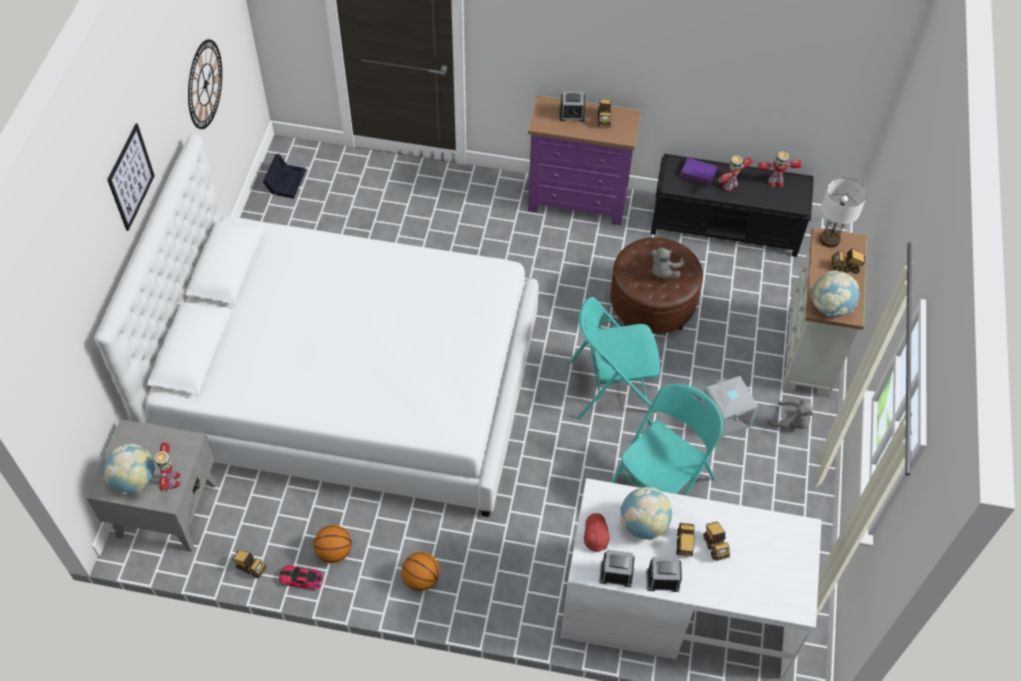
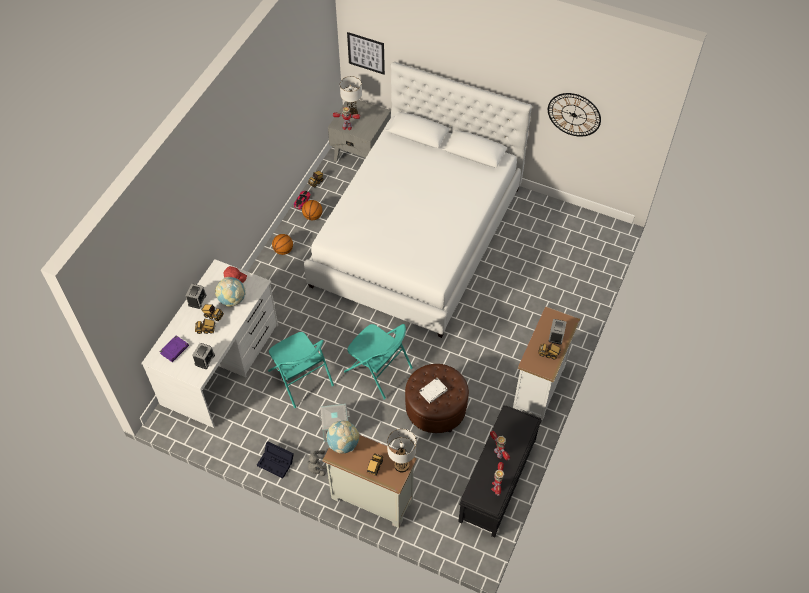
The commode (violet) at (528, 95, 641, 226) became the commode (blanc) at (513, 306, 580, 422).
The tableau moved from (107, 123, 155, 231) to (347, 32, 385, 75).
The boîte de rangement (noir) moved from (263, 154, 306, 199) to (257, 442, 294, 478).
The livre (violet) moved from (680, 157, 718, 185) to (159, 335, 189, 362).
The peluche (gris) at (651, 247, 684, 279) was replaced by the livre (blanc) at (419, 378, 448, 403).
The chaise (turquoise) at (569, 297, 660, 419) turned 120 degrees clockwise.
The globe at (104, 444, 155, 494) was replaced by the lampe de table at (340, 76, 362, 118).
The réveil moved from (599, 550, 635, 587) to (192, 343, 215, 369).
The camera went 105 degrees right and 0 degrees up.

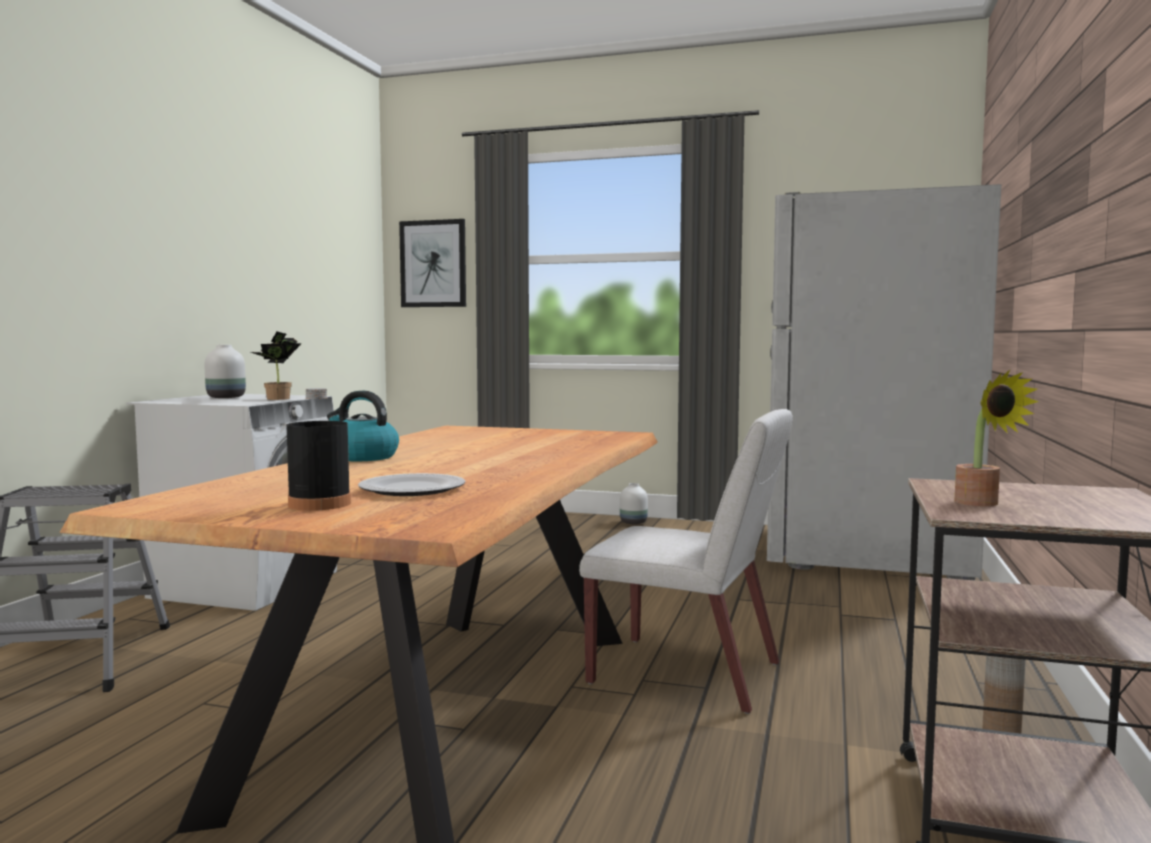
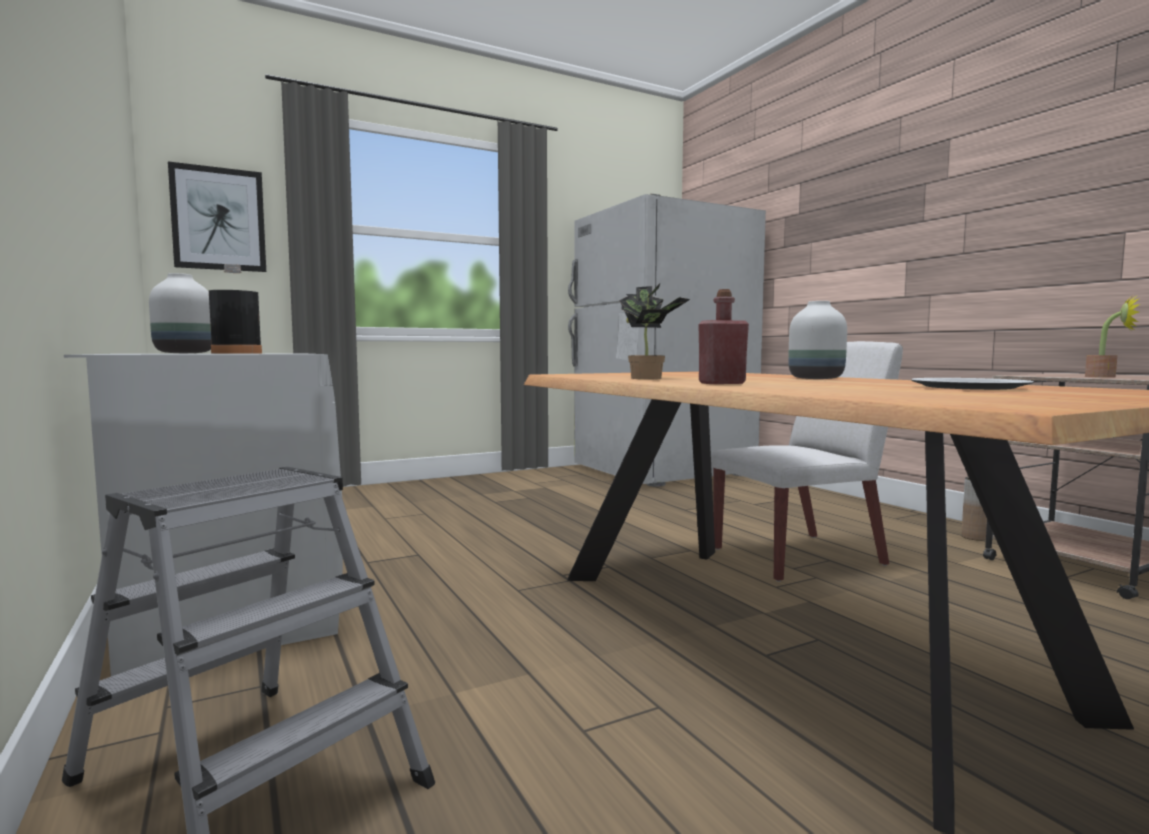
The plante en pot moved from (251, 332, 302, 400) to (619, 282, 690, 379).
The bouteille (noir) moved from (286, 388, 351, 511) to (209, 264, 262, 354).
The bouilloire at (327, 391, 399, 461) was replaced by the bouteille (rouge) at (698, 289, 749, 384).
The vase (blanc) moved from (620, 483, 648, 524) to (788, 301, 847, 379).
The camera went 45 degrees left and 0 degrees up.

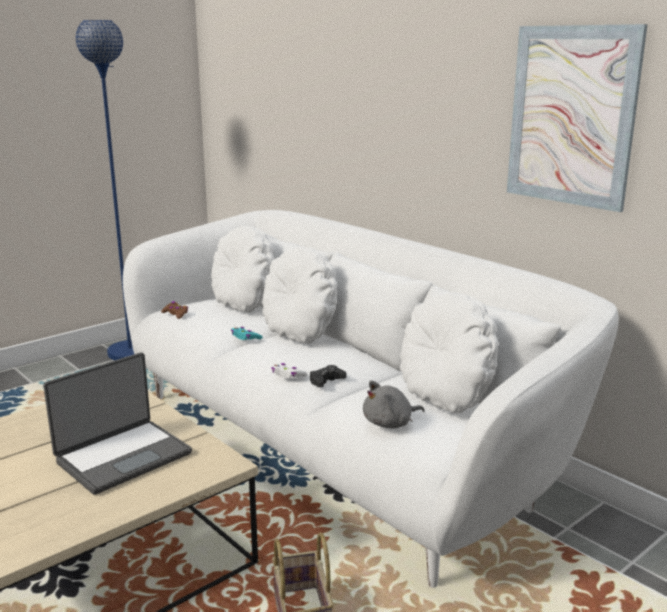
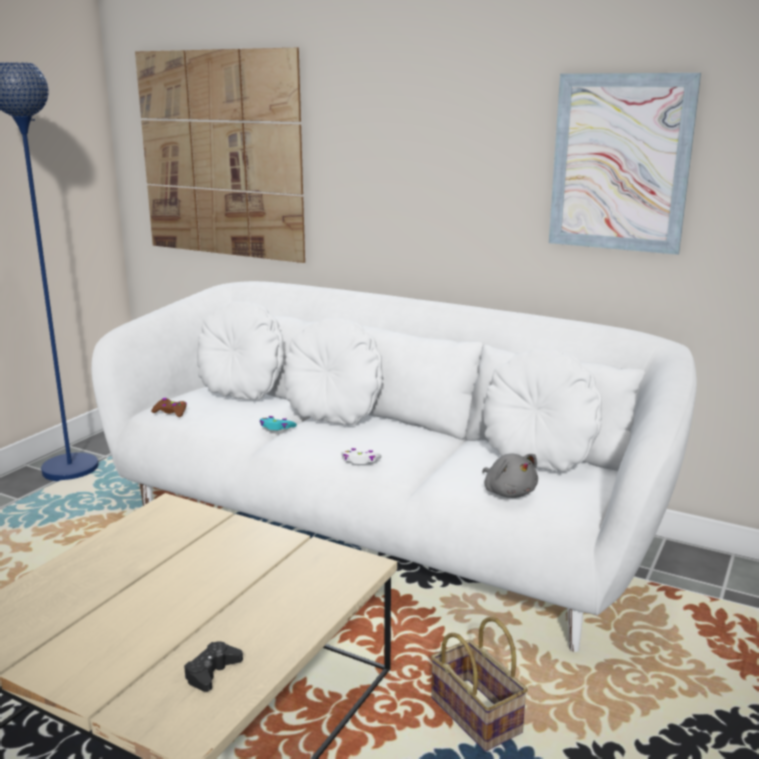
The ordinateur portable at (43, 352, 192, 495) disappeared.
The manette (noir) moved from (310, 365, 346, 387) to (184, 641, 243, 692).
The peluche (gris) at (363, 380, 425, 428) turned 75 degrees counterclockwise.
The tableau at (135, 48, 305, 263) appeared.
The camera went 20 degrees left and 0 degrees up.

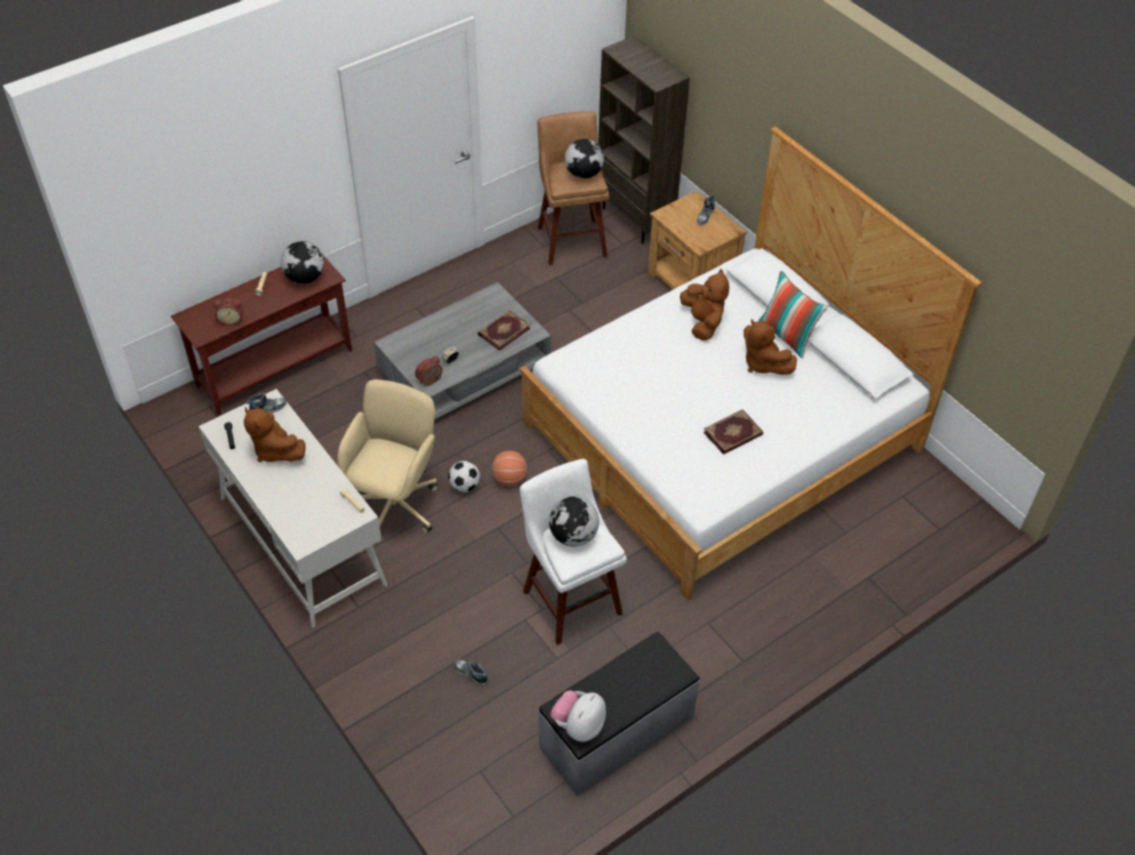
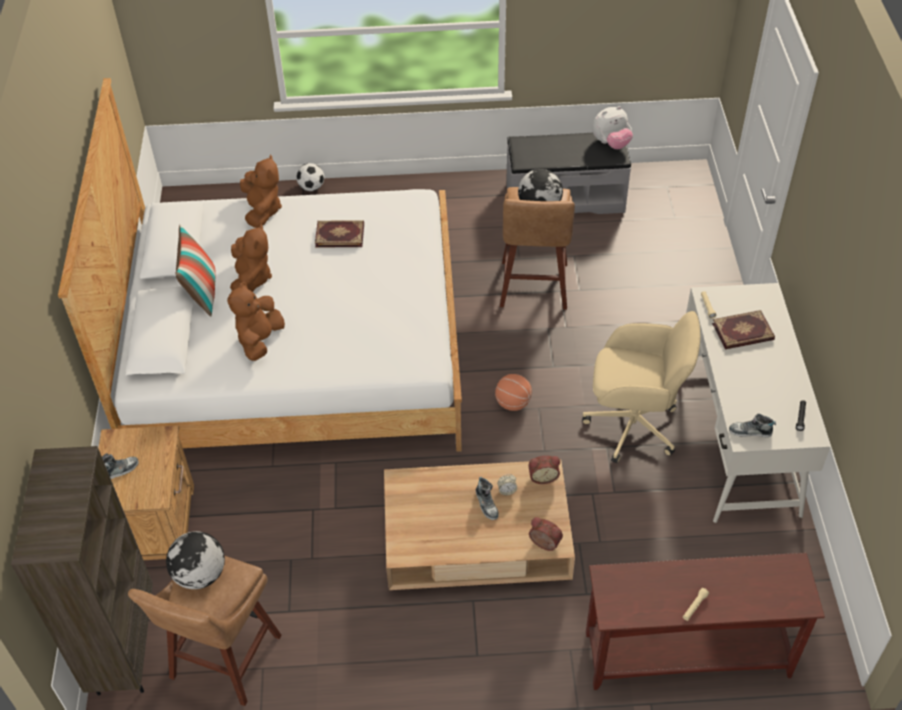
The globe at (281, 241, 324, 284) disappeared.
The table basse (gris) at (374, 282, 551, 419) became the table basse (marron) at (384, 460, 575, 590).
The réveil moved from (213, 298, 243, 325) to (529, 517, 563, 551).
The livre moved from (478, 310, 530, 351) to (712, 310, 775, 349).
The chaise de bureau (beige) at (337, 379, 438, 544) turned 135 degrees counterclockwise.
The peluche (marron) moved from (244, 407, 305, 462) to (240, 154, 282, 228).
The tabouret (blanc) at (520, 459, 627, 645) became the tabouret (marron) at (500, 187, 575, 310).
The ballon de foot moved from (448, 461, 480, 492) to (296, 163, 324, 191).
The chaussure moved from (454, 660, 488, 686) to (476, 477, 499, 520).
The camera went 145 degrees left and 0 degrees up.

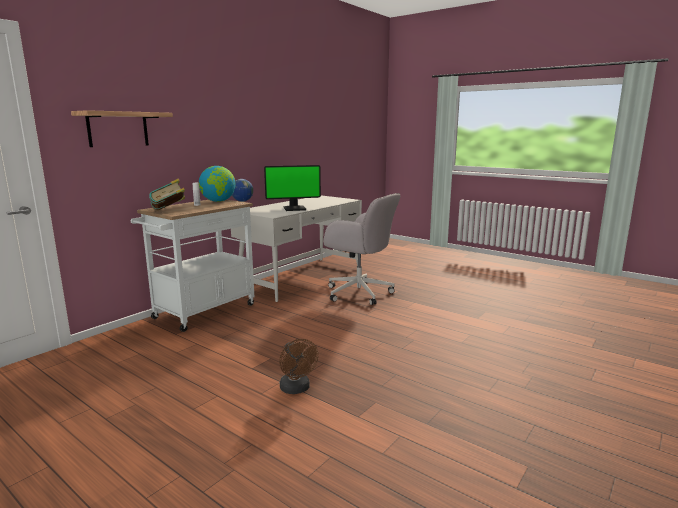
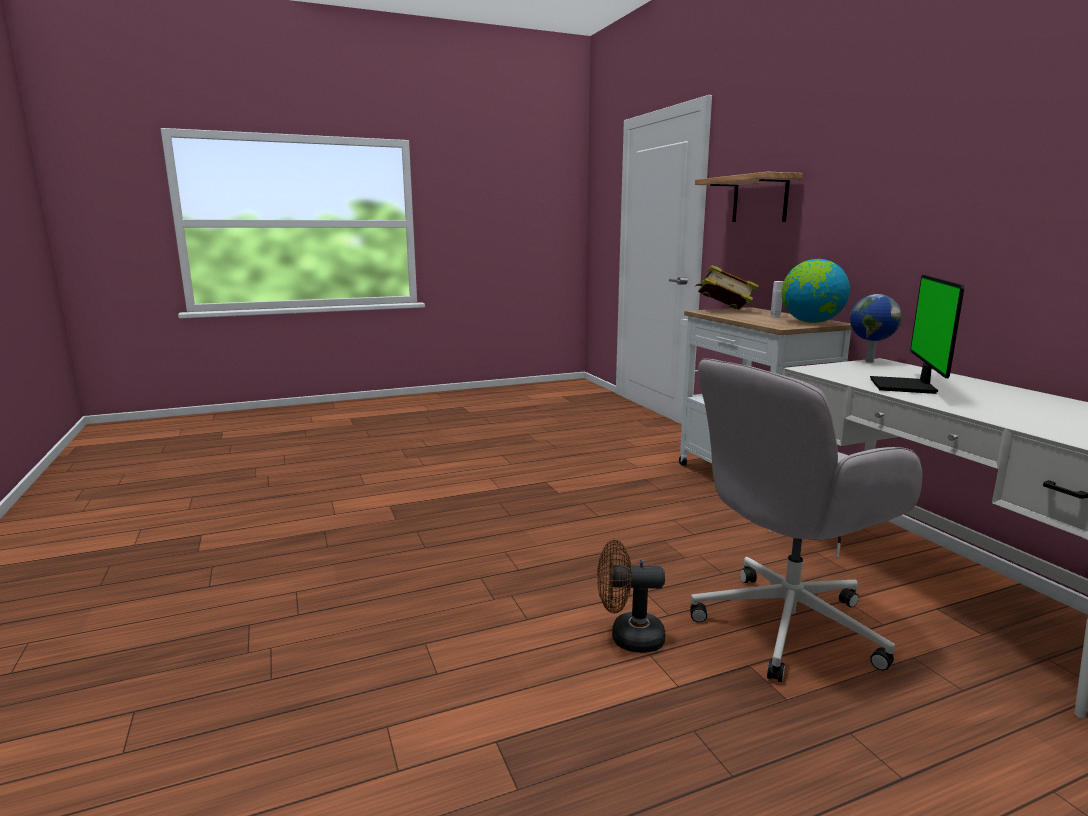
The ventilateur (marron) moved from (279, 339, 319, 394) to (597, 540, 665, 653).
The camera went 120 degrees right and 0 degrees up.

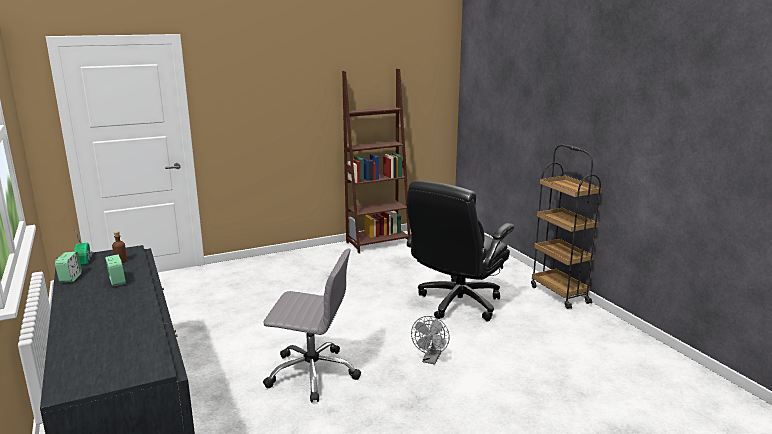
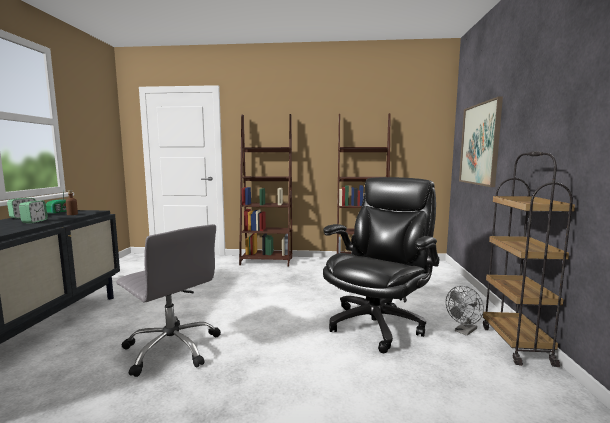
The chaise de bureau (noir) at (407, 180, 514, 322) turned 150 degrees clockwise.
The ventilateur (gris) moved from (411, 316, 450, 365) to (446, 286, 484, 336).
The tableau at (459, 97, 503, 187) appeared.
The bibliothèque (marron) at (239, 114, 292, 266) appeared.
The camera went 30 degrees right and 10 degrees down.

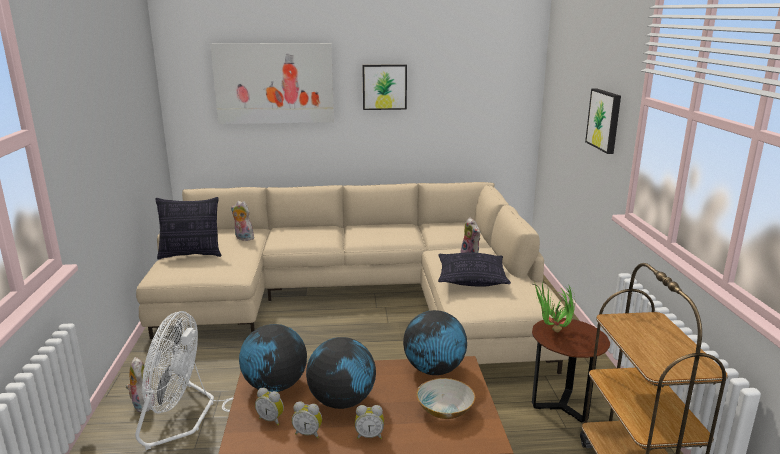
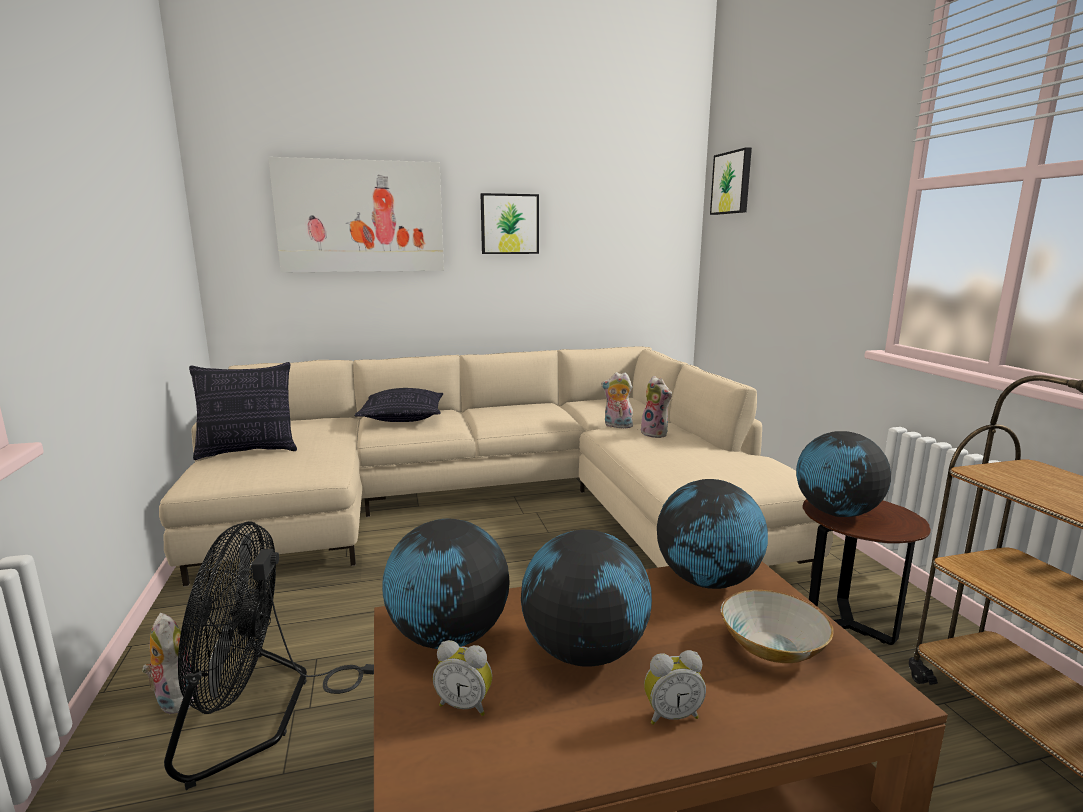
The tableau moved from (585, 88, 621, 154) to (710, 147, 752, 215).
The peluche moved from (231, 201, 254, 241) to (601, 372, 633, 428).
The coussin moved from (438, 252, 511, 287) to (355, 388, 443, 422).
The plante en pot at (532, 280, 575, 332) was replaced by the globe at (796, 431, 891, 517).
The ventilateur (blanc) at (135, 311, 234, 450) became the ventilateur (noir) at (164, 521, 374, 790).
The réveil at (292, 401, 322, 438) disappeared.
The camera went 10 degrees left and 5 degrees down.

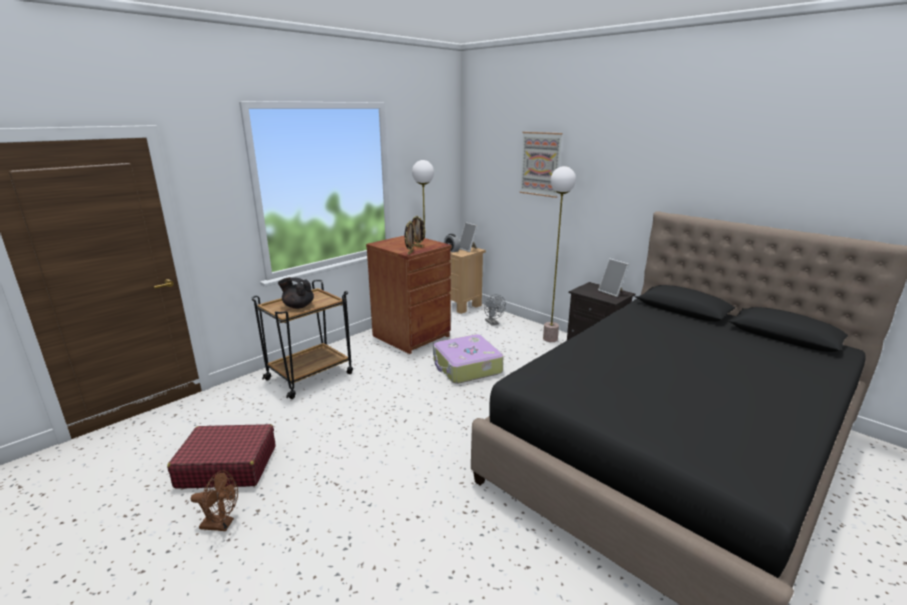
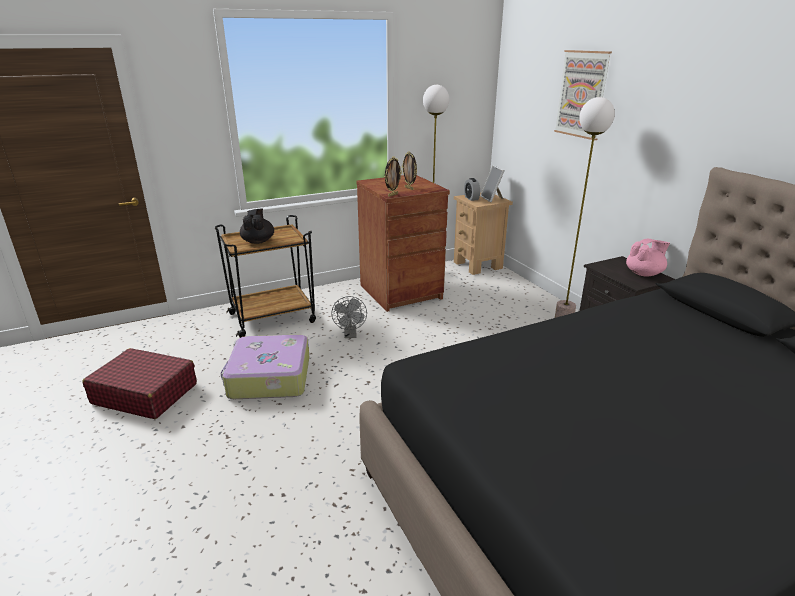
The cadre photo at (598, 258, 629, 297) was replaced by the théière (rose) at (626, 239, 670, 277).
The théière (noir) at (278, 277, 314, 309) turned 45 degrees clockwise.
The ventilateur (gris) moved from (484, 294, 506, 325) to (331, 296, 367, 338).
The valise moved from (433, 334, 503, 384) to (220, 335, 309, 399).
The ventilateur (marron) at (191, 471, 238, 531) disappeared.
The camera went 20 degrees right and 5 degrees up.

